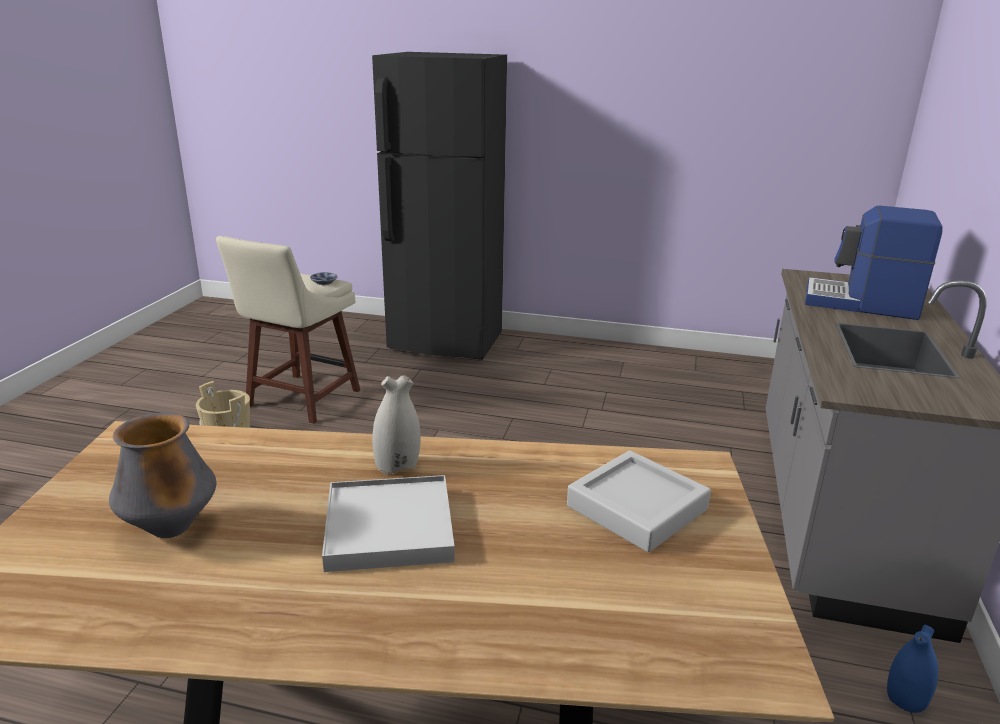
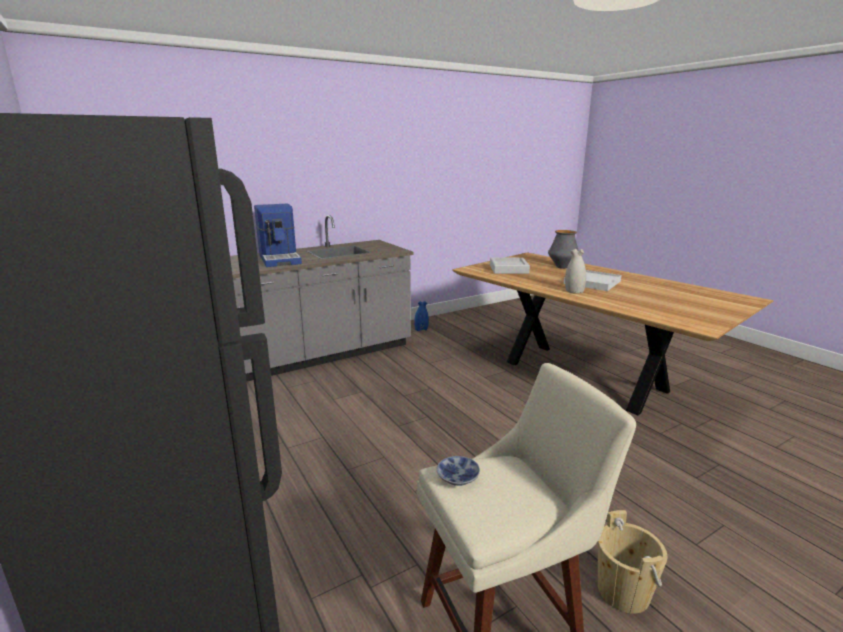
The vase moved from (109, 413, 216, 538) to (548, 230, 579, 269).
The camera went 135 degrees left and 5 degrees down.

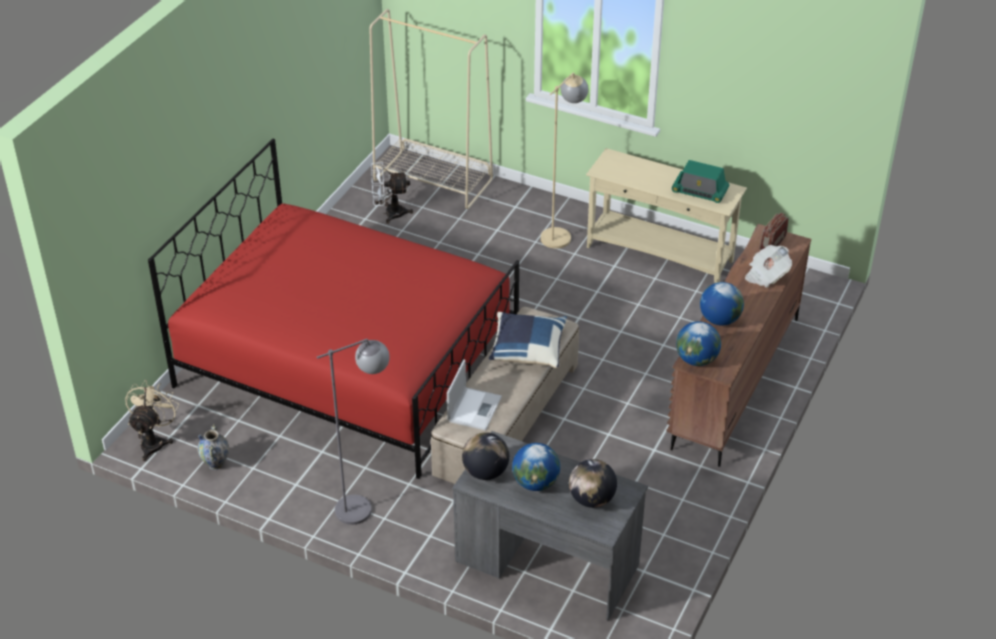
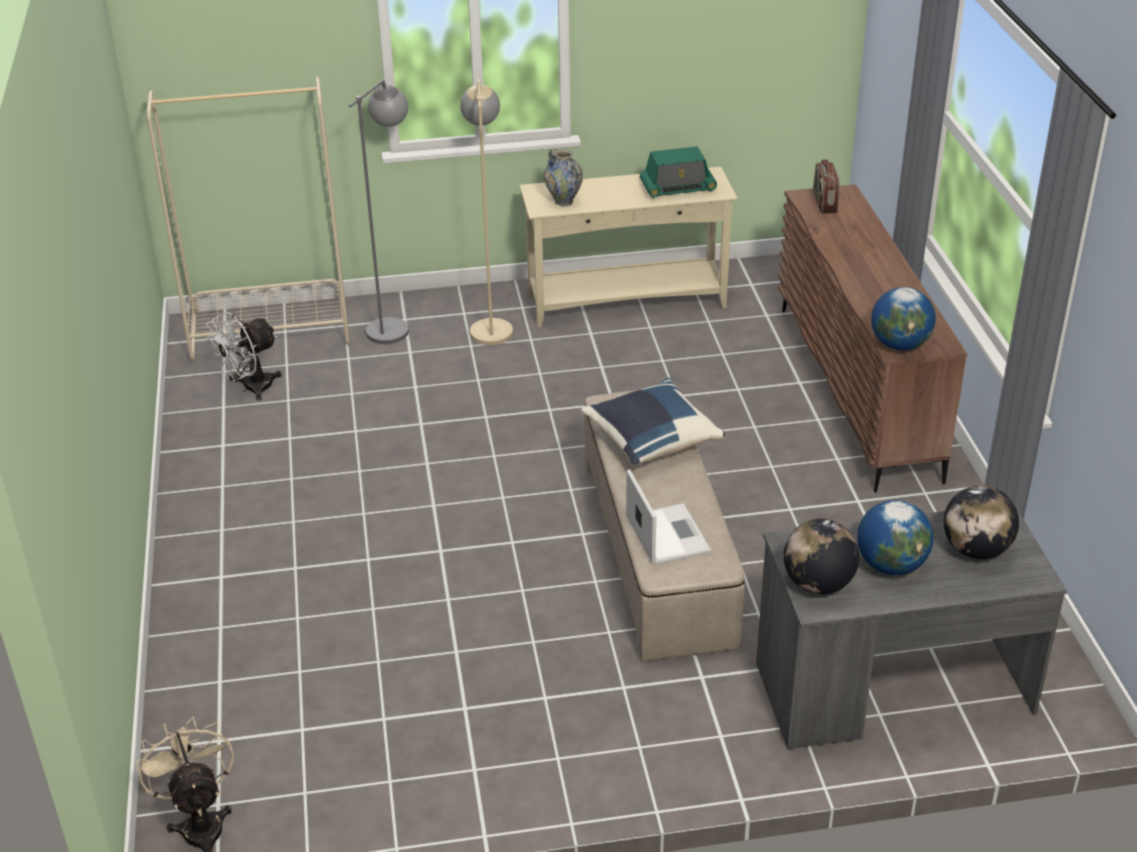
The lit (rouge) at (148, 139, 519, 479) disappeared.
The journal at (745, 245, 792, 288) disappeared.
The globe at (700, 282, 744, 326) disappeared.
The lampadaire (gris) moved from (317, 339, 390, 525) to (348, 80, 409, 344).
The vase moved from (197, 424, 229, 470) to (544, 149, 583, 207).
The camera went 35 degrees left and 5 degrees down.

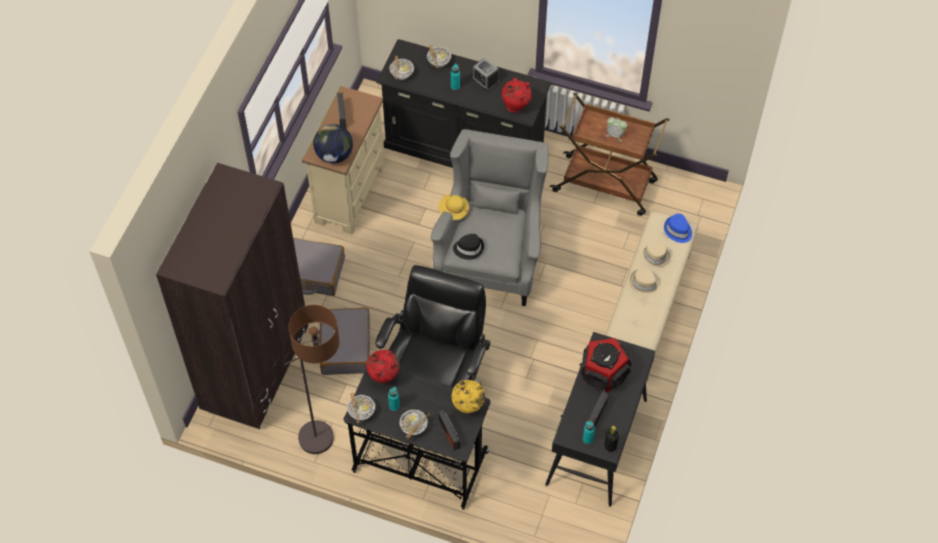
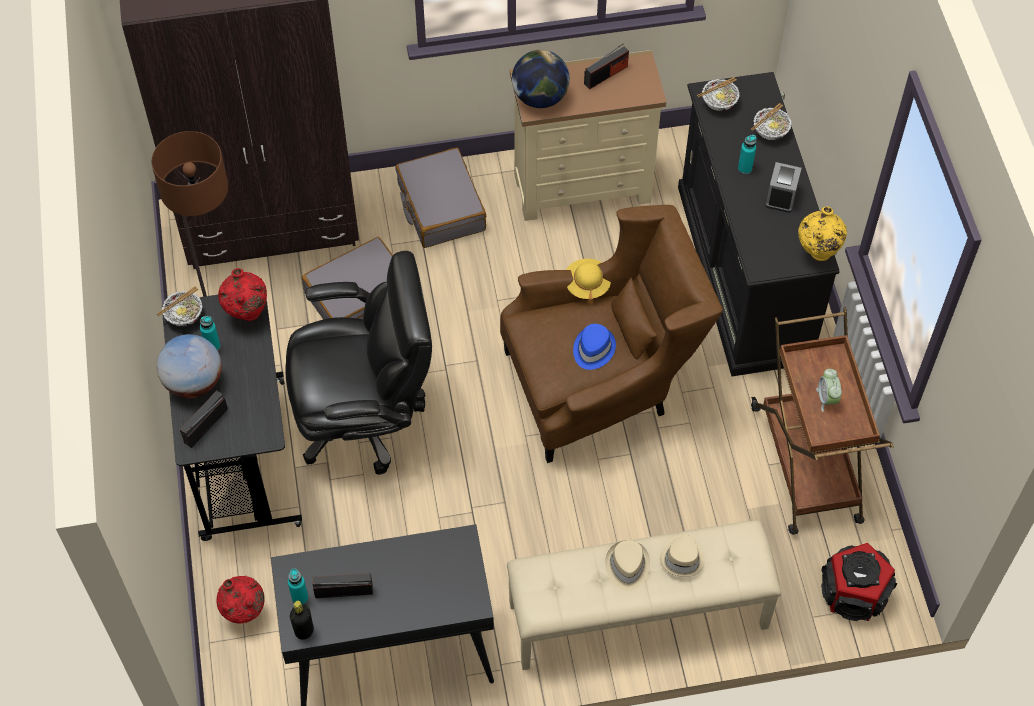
The vase (rouge) moved from (502, 78, 532, 113) to (216, 576, 265, 624).
The fauteuil (gris) at (430, 129, 548, 306) became the fauteuil (marron) at (500, 205, 723, 463).
The chapeau (bleu) moved from (664, 214, 692, 243) to (573, 324, 616, 370).
The chapeau (noir) at (453, 234, 484, 260) disappeared.
The enceinte moved from (581, 338, 631, 392) to (821, 543, 897, 621).
The vase (jaune) moved from (452, 380, 485, 413) to (798, 207, 847, 261).
The bol at (400, 409, 430, 439) was replaced by the globe at (157, 334, 222, 398).
The camera went 60 degrees right and 0 degrees up.

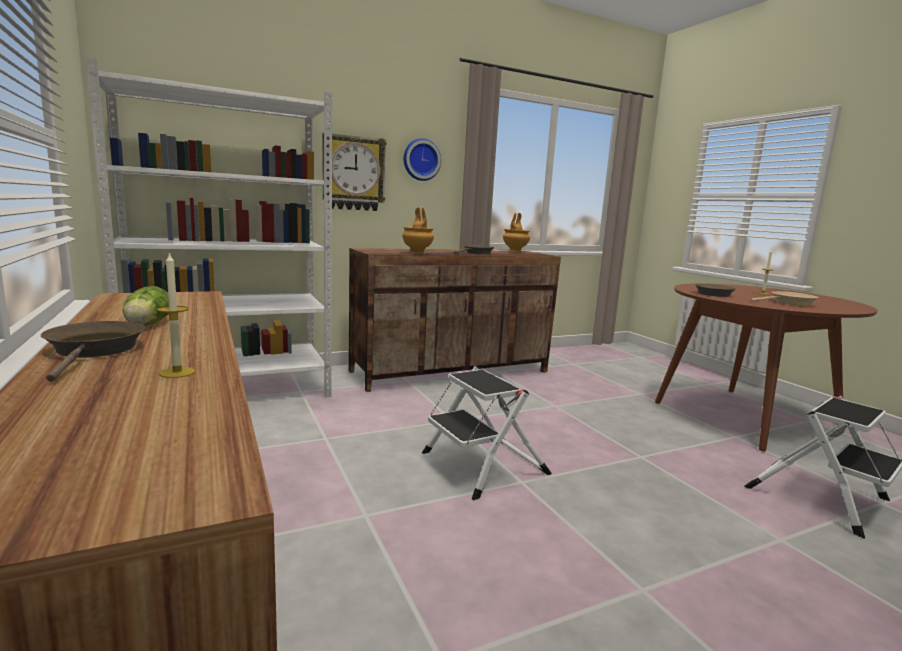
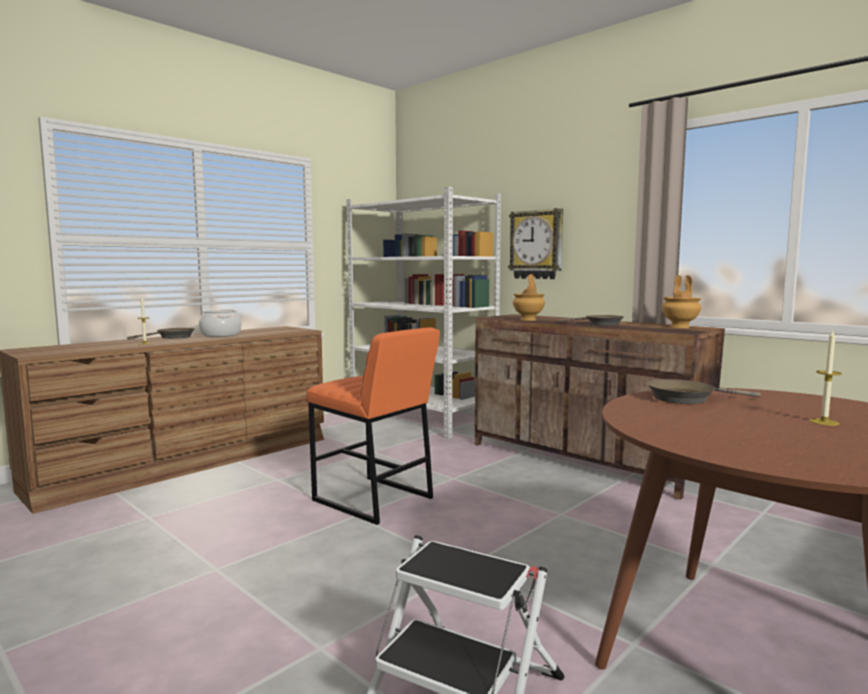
The horloge murale at (403, 138, 441, 181) disappeared.
The laitue at (123, 286, 169, 325) was replaced by the marmite at (199, 309, 241, 337).
The poêle (beige) at (751, 291, 819, 306) disappeared.
The escabeau at (422, 365, 552, 500) was replaced by the tabouret (orange) at (306, 327, 440, 525).
The camera went 70 degrees right and 5 degrees down.

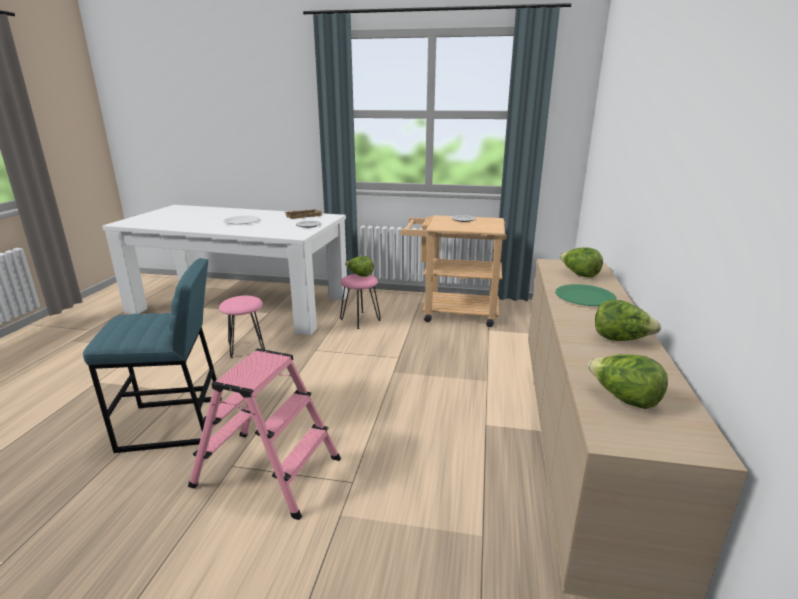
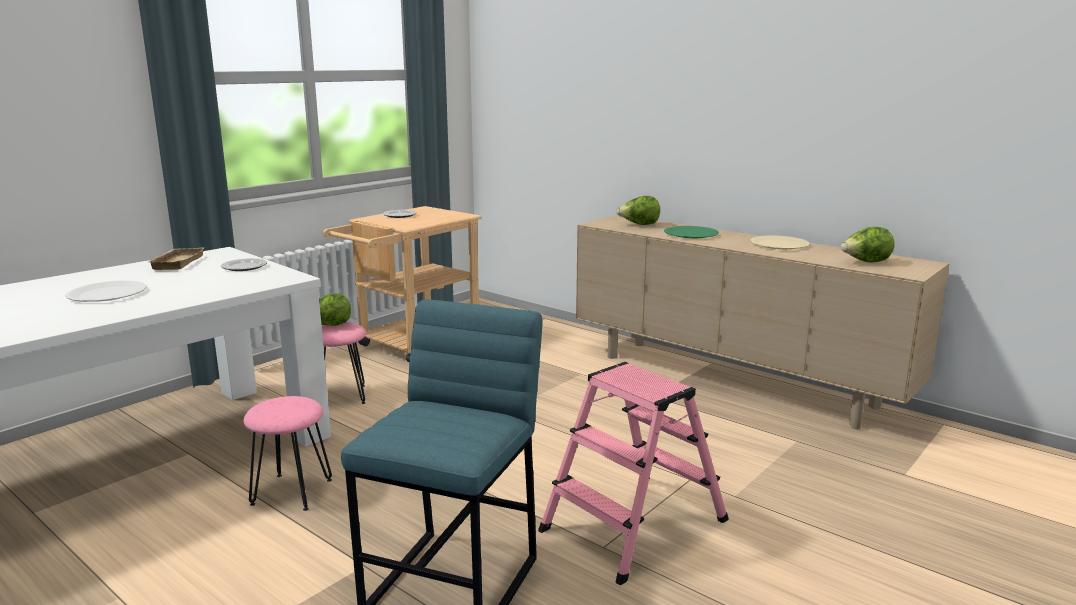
The laitue at (595, 300, 661, 341) was replaced by the assiette (beige) at (750, 235, 810, 249).
The camera went 60 degrees left and 5 degrees down.

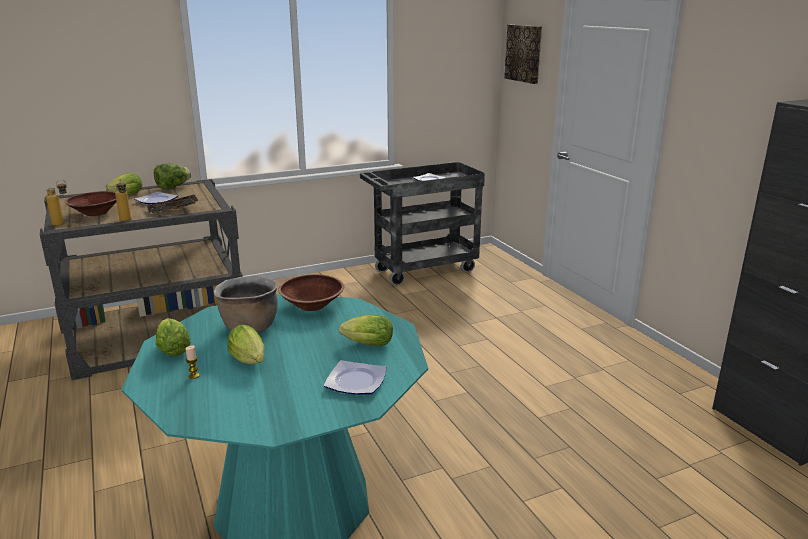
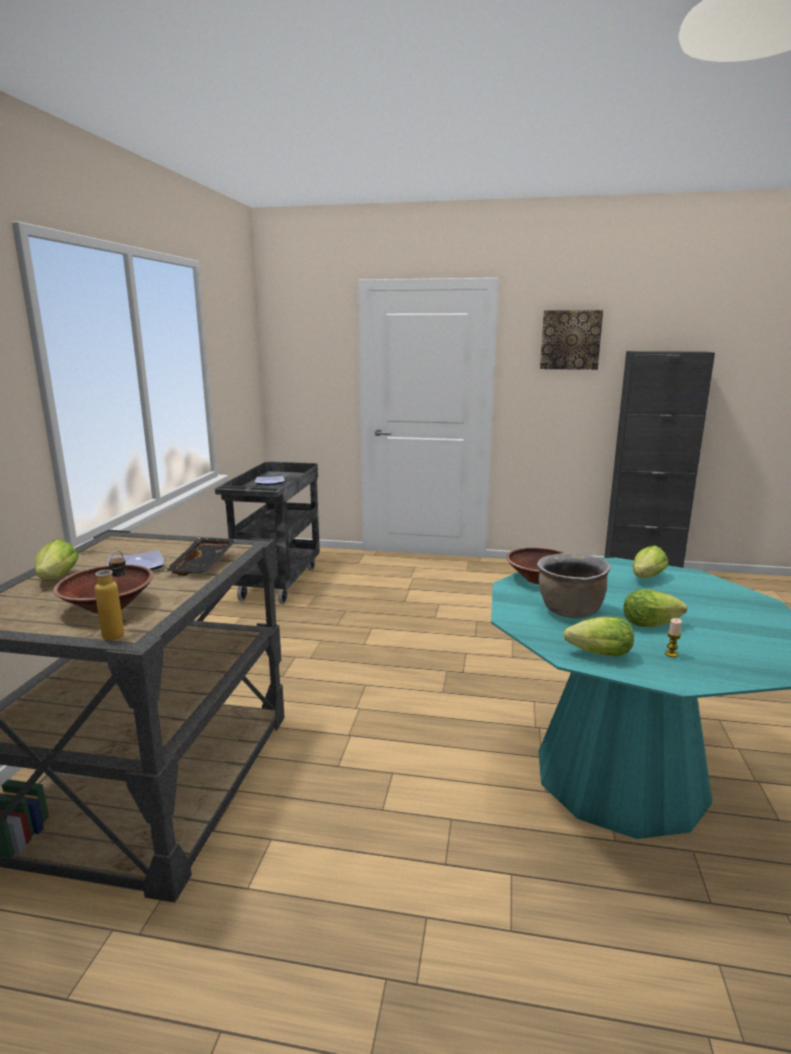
The tableau moved from (504, 25, 542, 84) to (540, 310, 603, 370).
The laitue at (154, 163, 191, 189) disappeared.
The bouteille at (115, 179, 131, 221) disappeared.
The assiette at (324, 360, 387, 395) disappeared.
The camera went 55 degrees left and 5 degrees down.

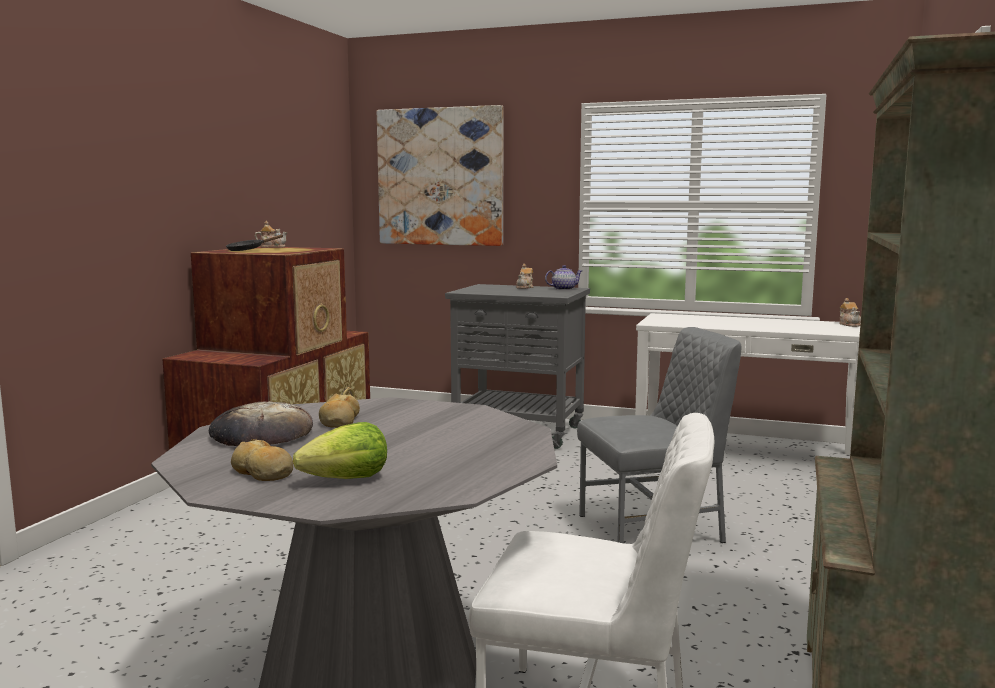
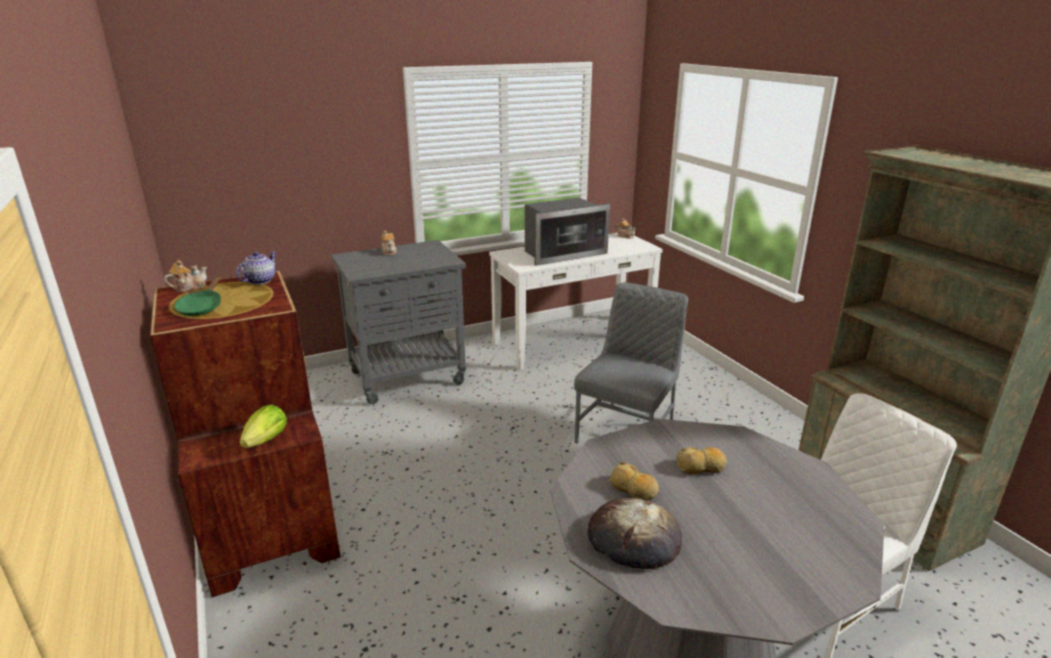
The tableau at (377, 105, 503, 246) disappeared.
The poêle (noir) at (226, 235, 283, 251) became the poêle (vert) at (174, 275, 221, 316).
The théière moved from (545, 265, 582, 290) to (236, 252, 276, 285).
The laitue moved from (293, 422, 387, 479) to (240, 405, 287, 448).
The pain moved from (231, 439, 293, 481) to (677, 447, 727, 474).
The micro-ondes at (525, 197, 610, 266) appeared.
The camera went 45 degrees left and 15 degrees up.

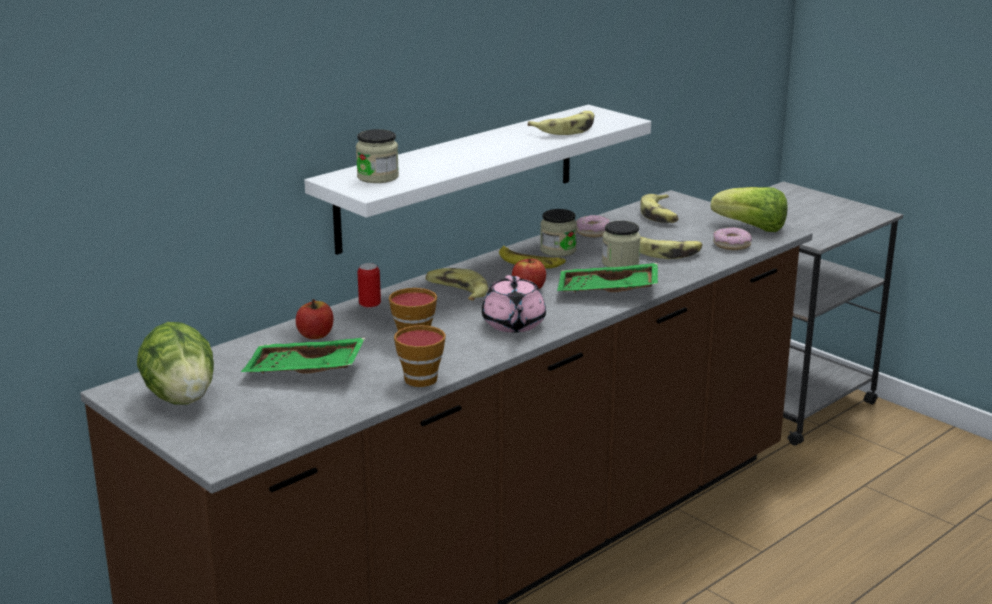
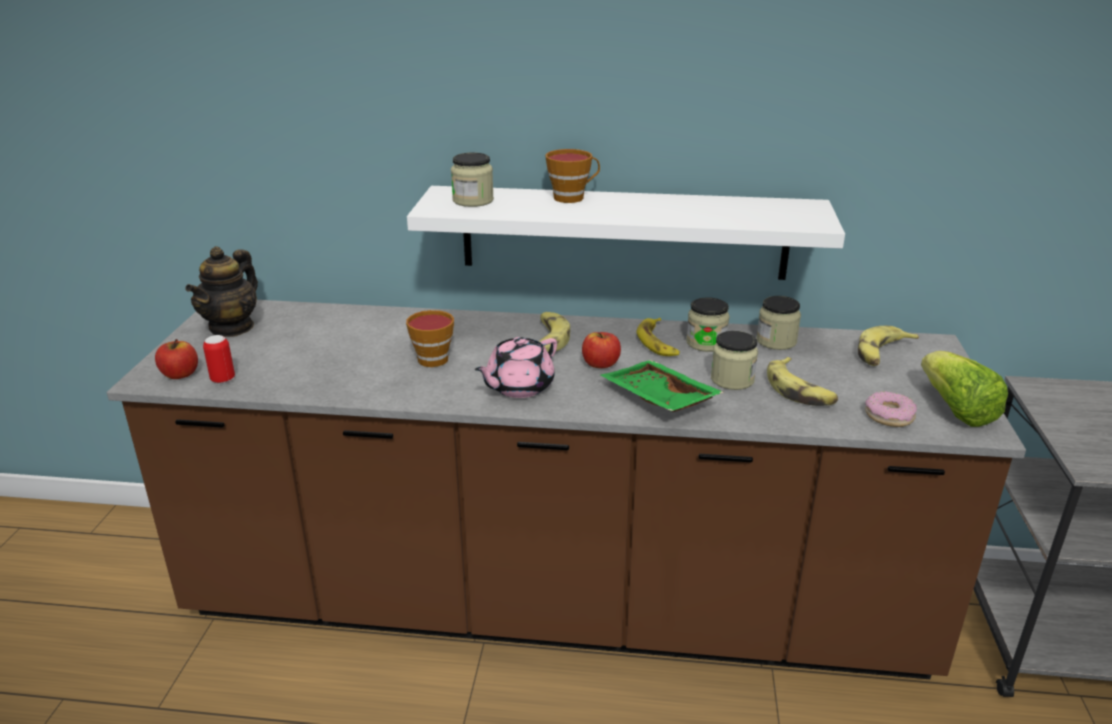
The banane at (528, 111, 594, 135) disappeared.
The beignet at (576, 215, 611, 237) was replaced by the bocal at (756, 296, 801, 350).
The boîte métallique moved from (358, 263, 381, 308) to (203, 335, 235, 384).
The pomme moved from (296, 299, 333, 339) to (155, 339, 198, 379).
The laitue at (137, 322, 214, 405) was replaced by the théière at (185, 246, 258, 337).
The tasse moved from (394, 325, 446, 387) to (545, 149, 600, 203).
The plateau (vert) at (241, 337, 366, 374) disappeared.
The camera went 50 degrees right and 5 degrees up.

